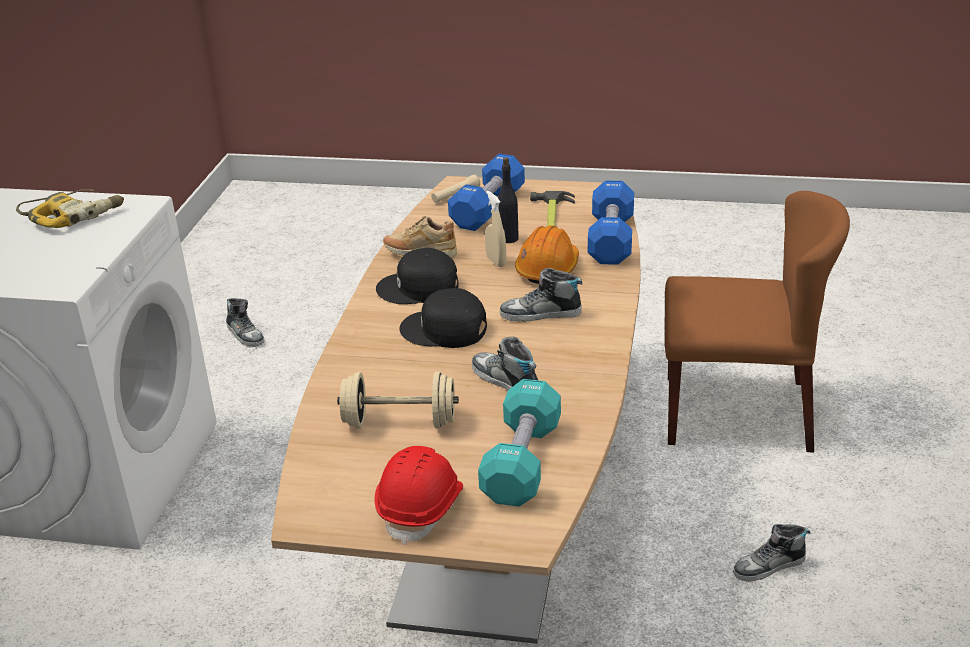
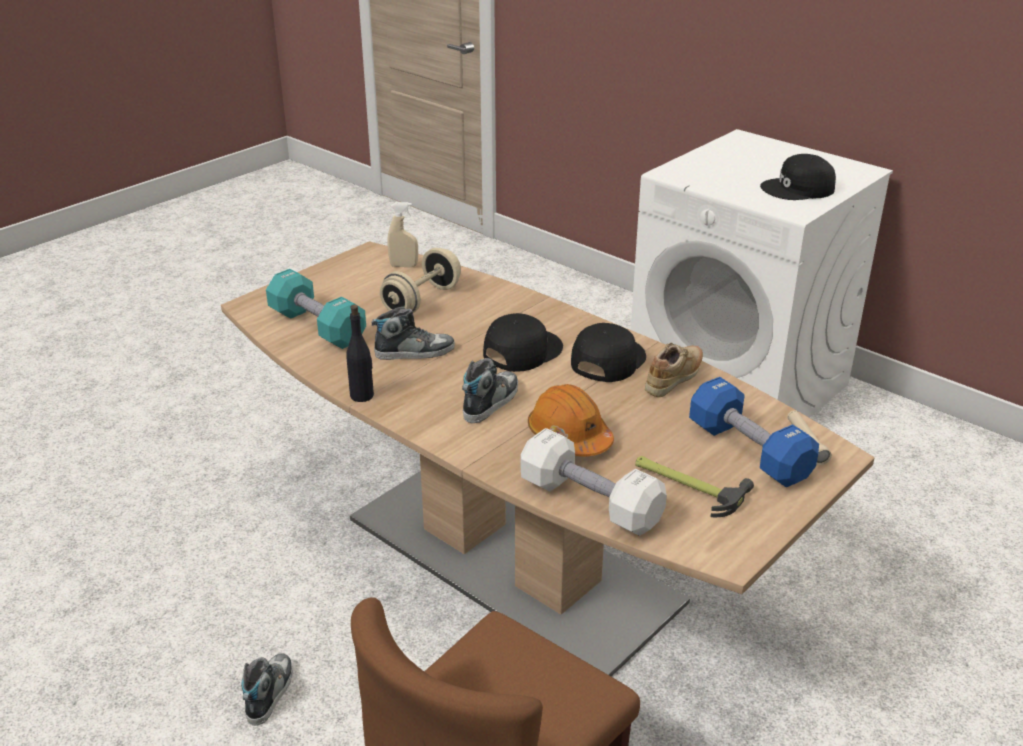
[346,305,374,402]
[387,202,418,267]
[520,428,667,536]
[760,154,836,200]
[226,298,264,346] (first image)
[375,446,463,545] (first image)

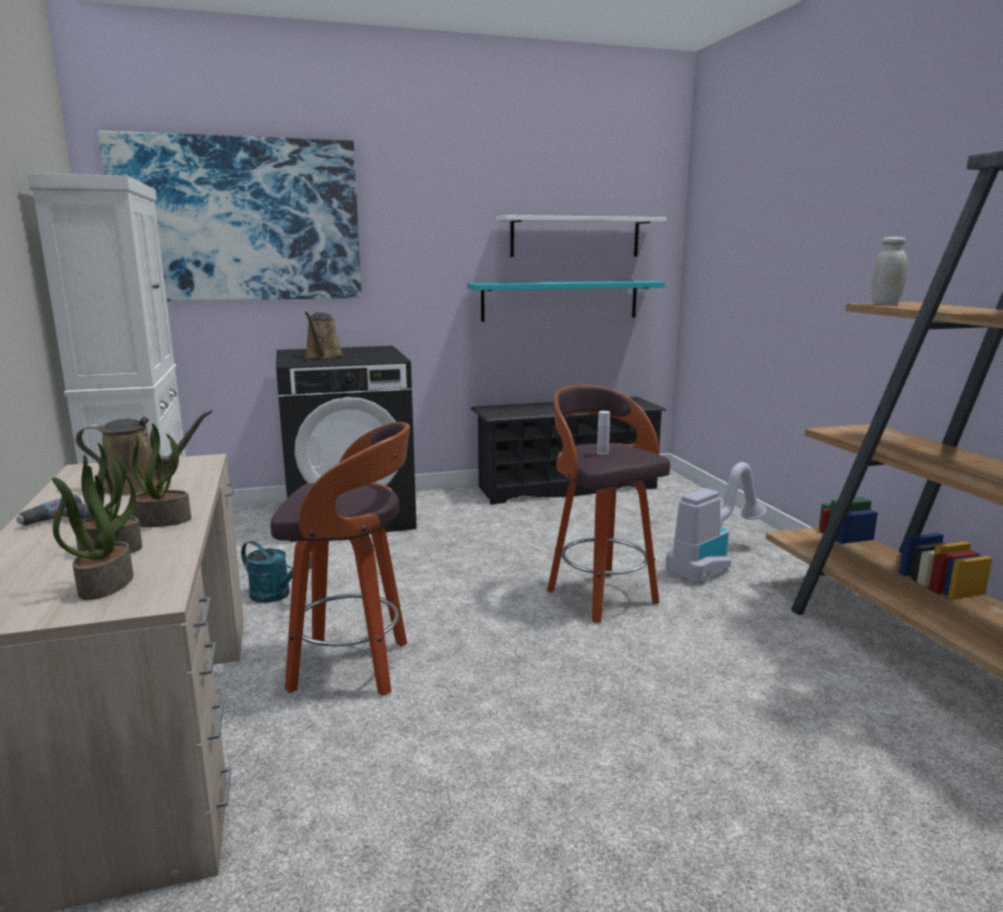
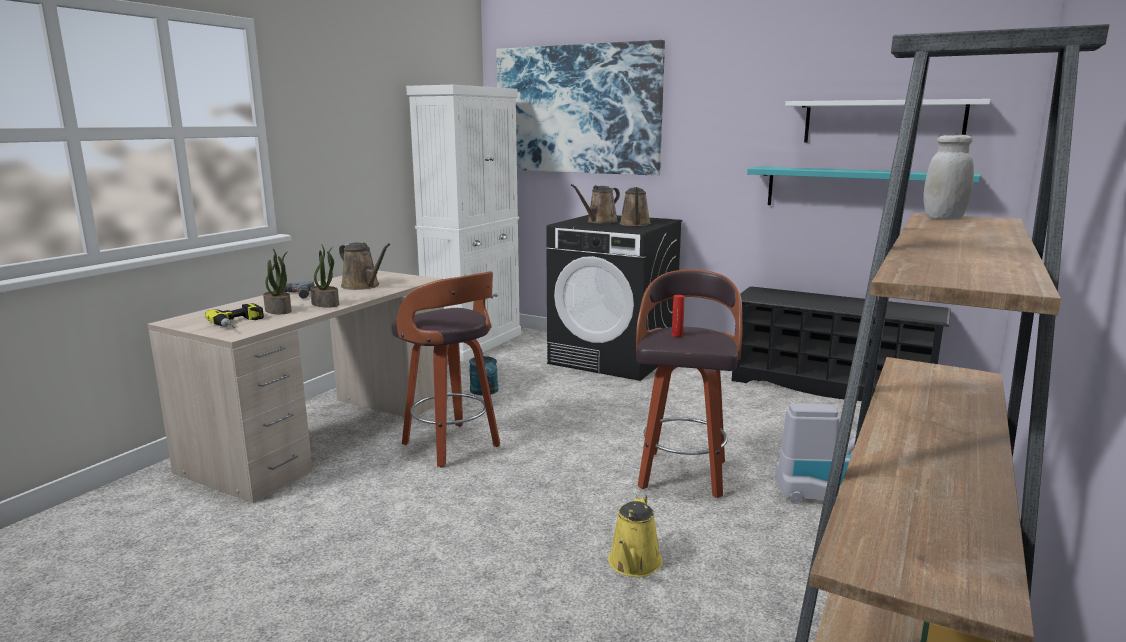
[205,303,264,328]
[608,494,663,577]
[620,187,651,226]
[672,295,684,337]

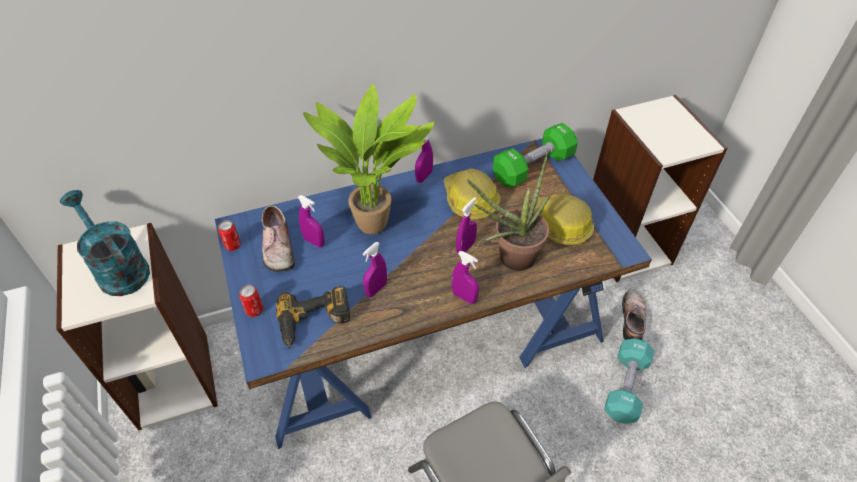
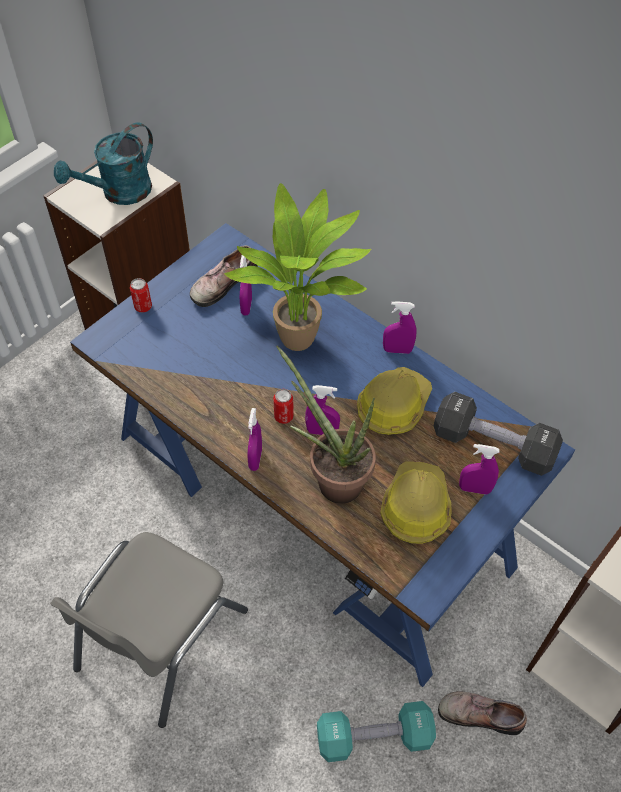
[54,122,153,205]
[273,389,294,424]
[433,392,563,476]
[438,691,527,735]
[459,444,500,495]
[276,286,350,349] (first image)

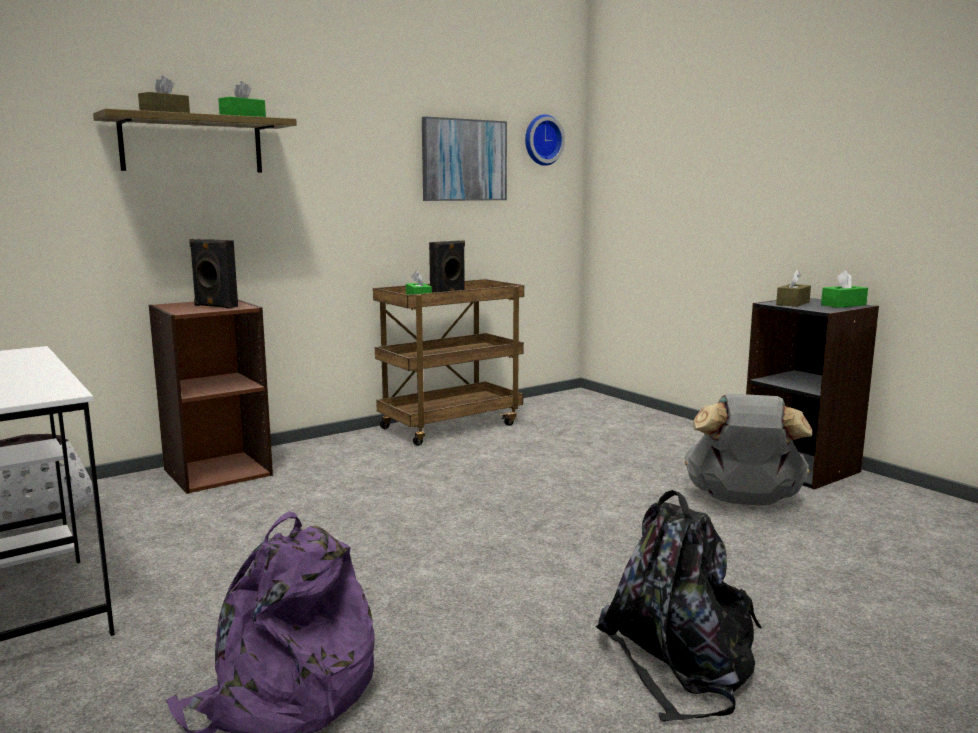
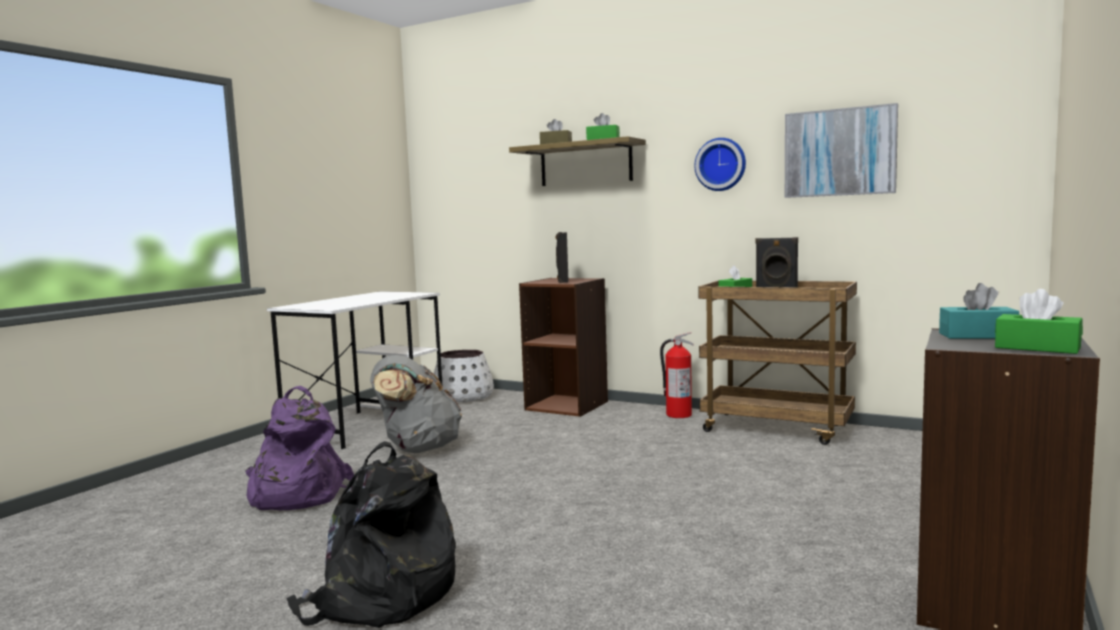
[370,355,462,453]
[660,332,694,418]
[694,138,746,191]
[939,283,1019,339]

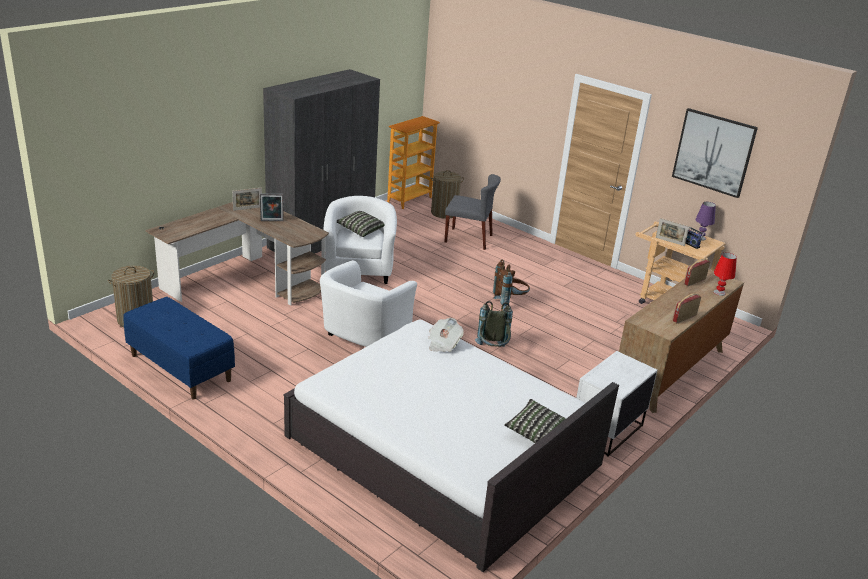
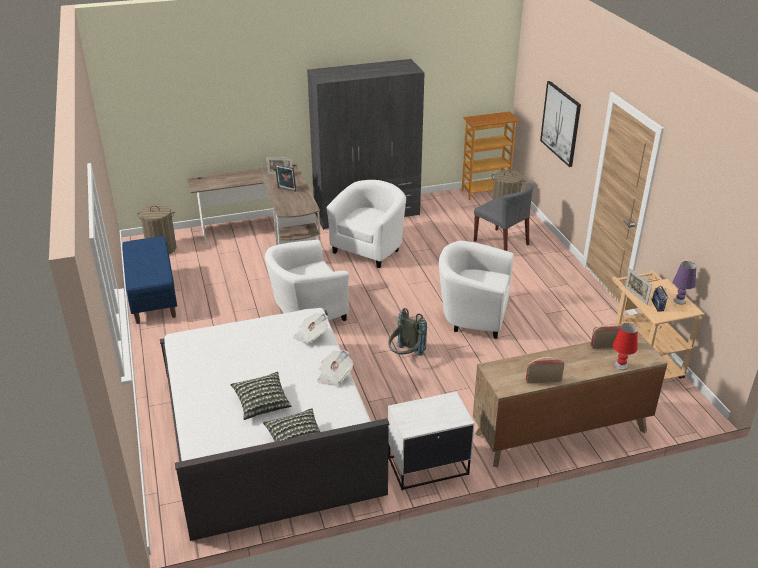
[230,372,292,420]
[317,350,353,386]
[439,241,514,339]
[540,81,581,167]

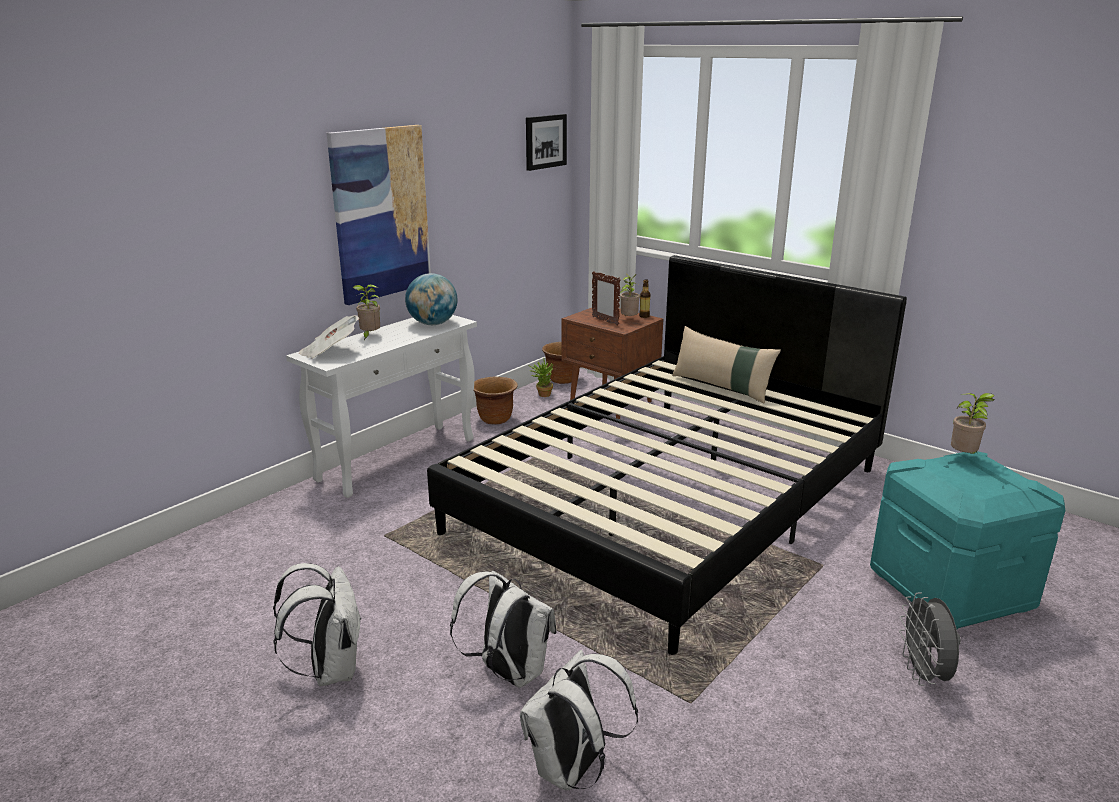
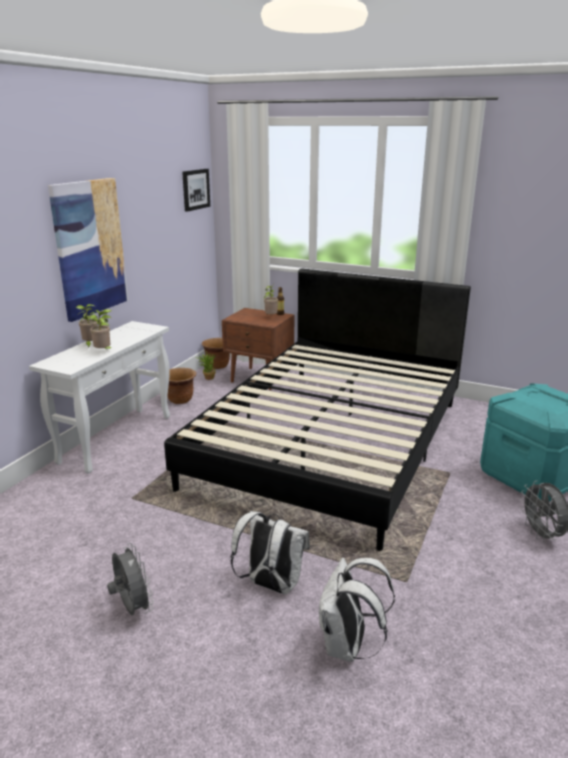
[89,309,114,349]
[107,543,154,615]
[299,315,359,359] (first image)
[405,273,457,325] (first image)
[592,271,621,326] (first image)
[672,326,781,404] (first image)

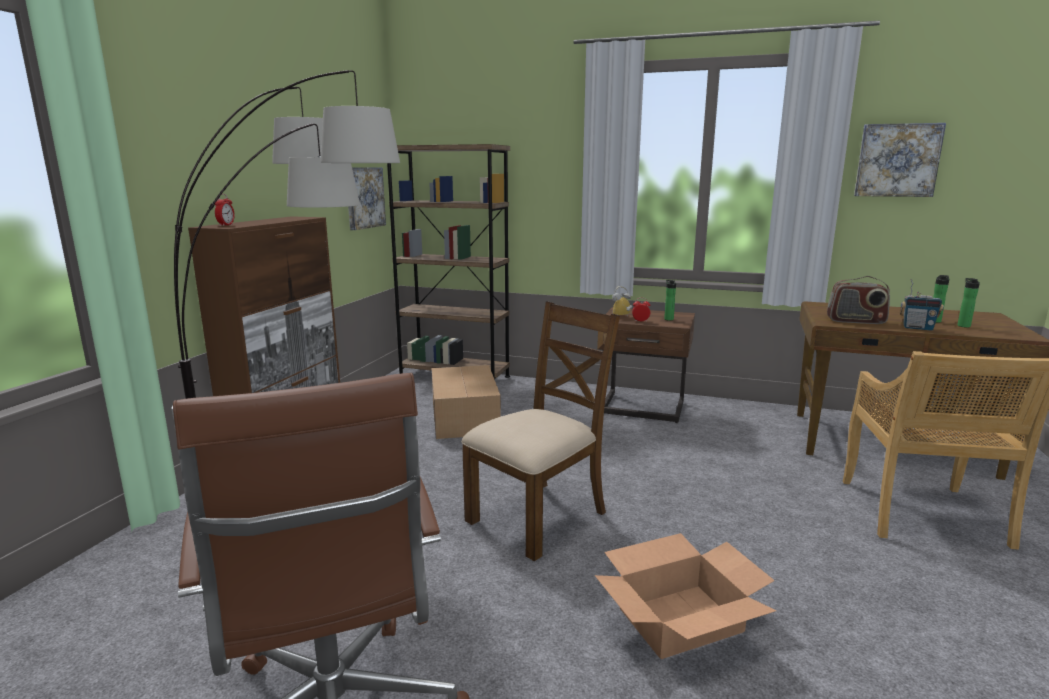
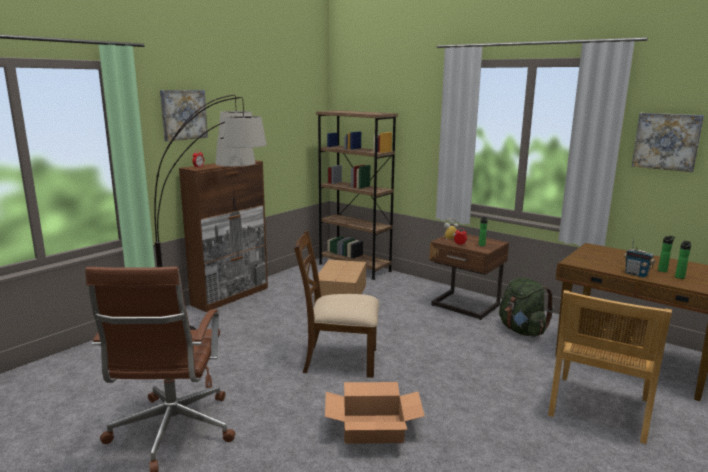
[160,90,208,141]
[294,230,379,378]
[499,277,554,337]
[827,276,890,324] (first image)

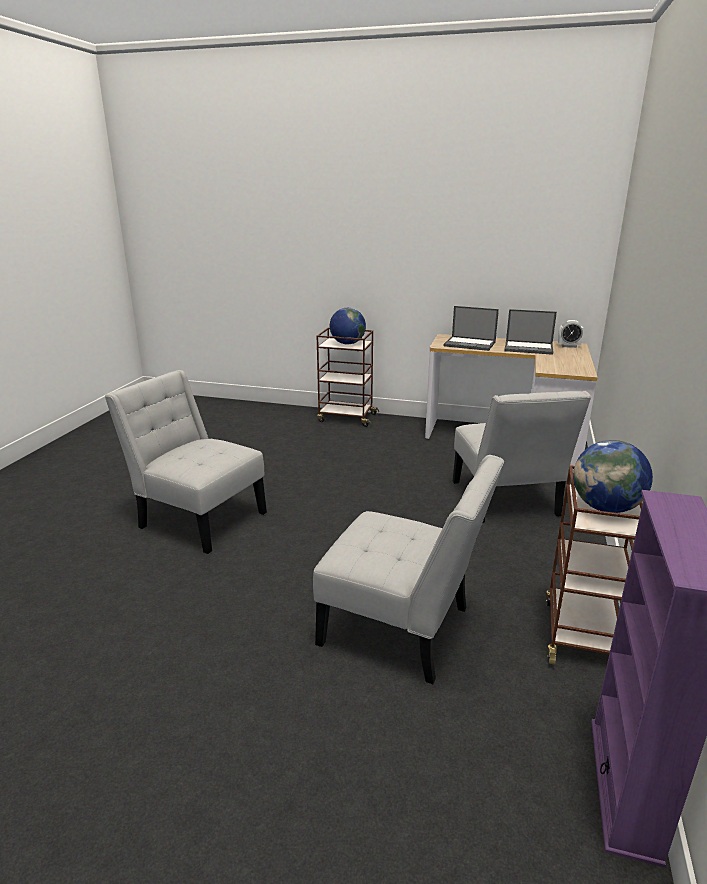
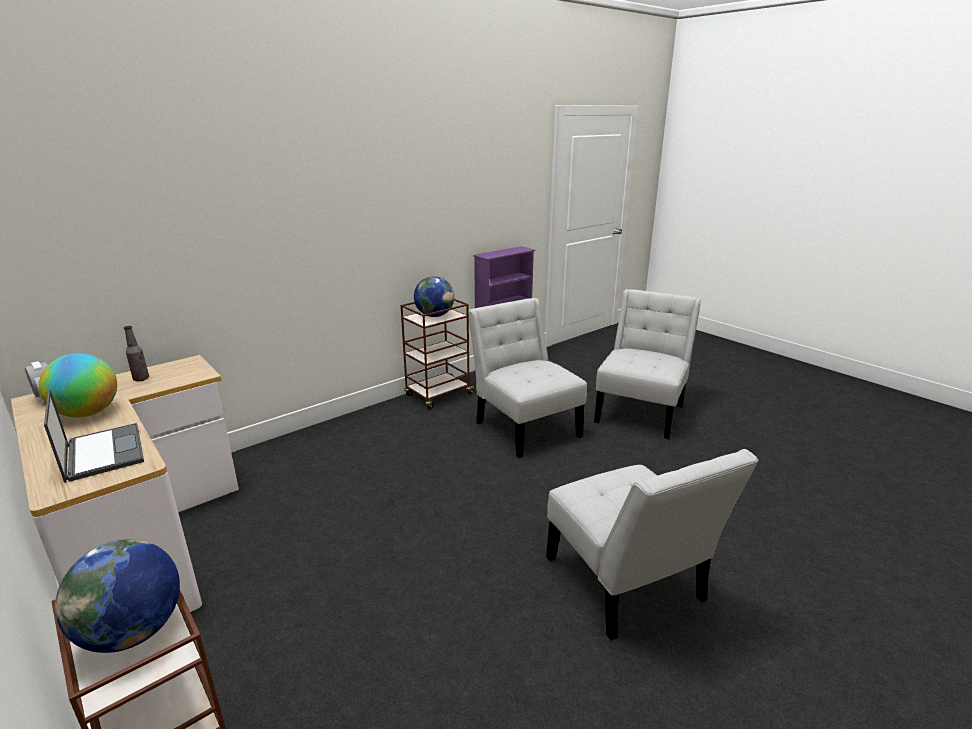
[39,353,117,417]
[124,326,149,381]
[594,289,701,439]

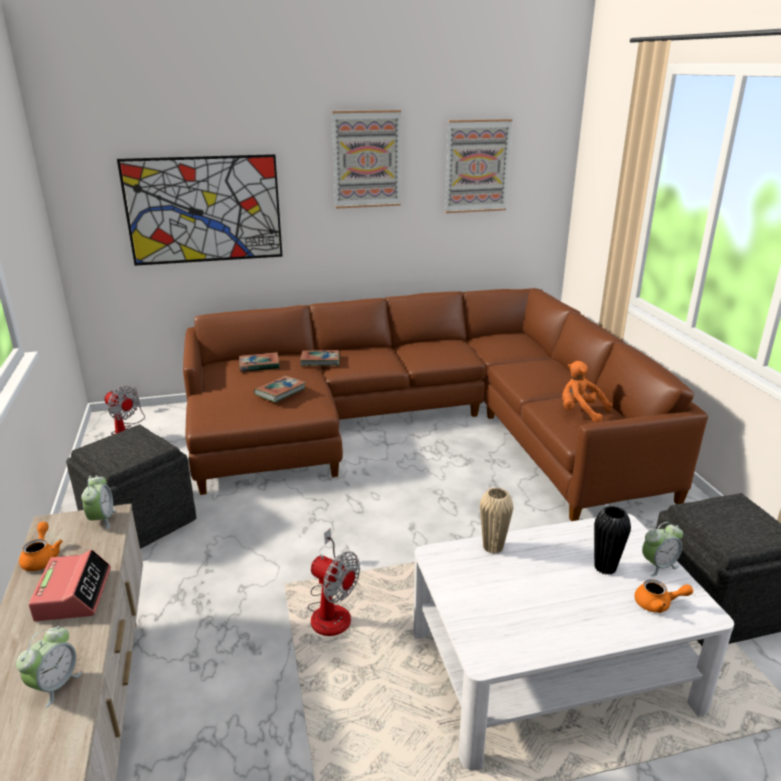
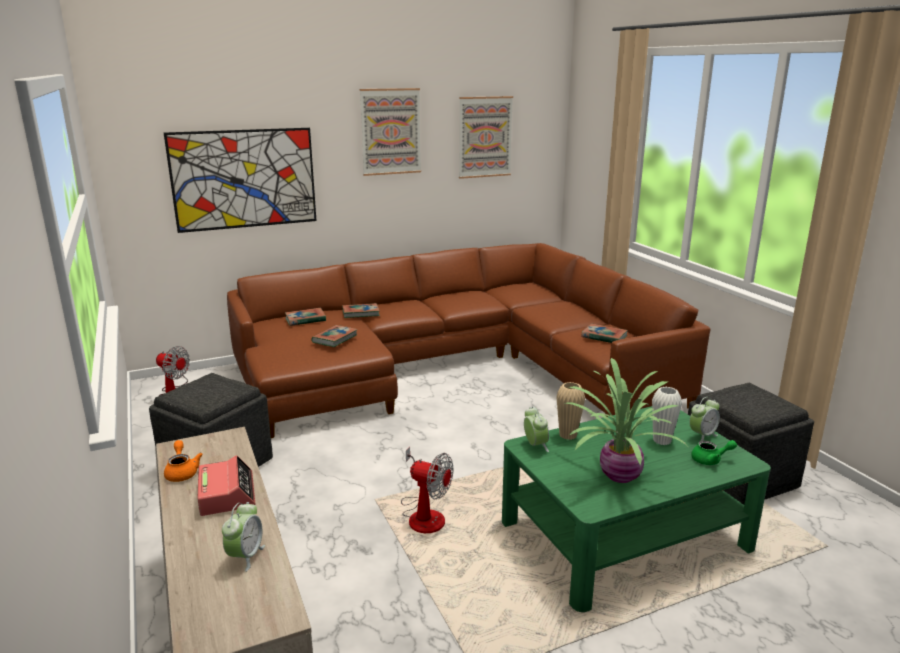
[502,406,771,612]
[524,406,549,452]
[564,358,688,483]
[581,324,628,343]
[652,387,682,445]
[691,440,737,465]

